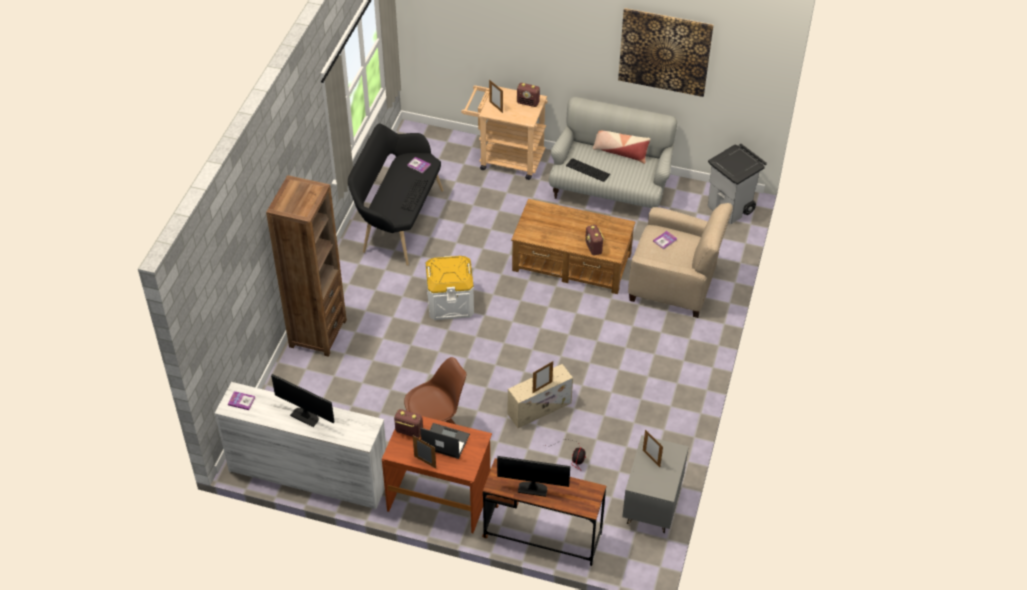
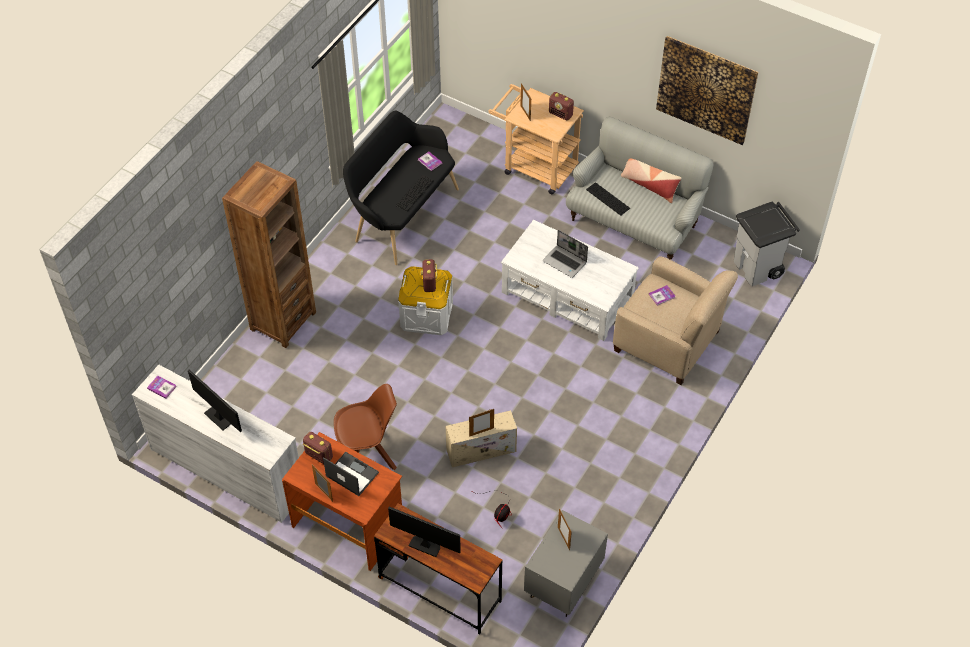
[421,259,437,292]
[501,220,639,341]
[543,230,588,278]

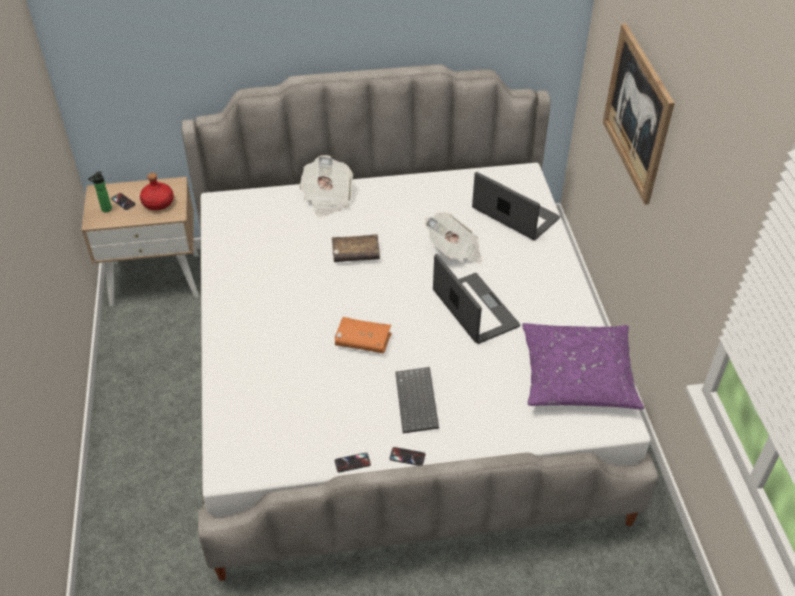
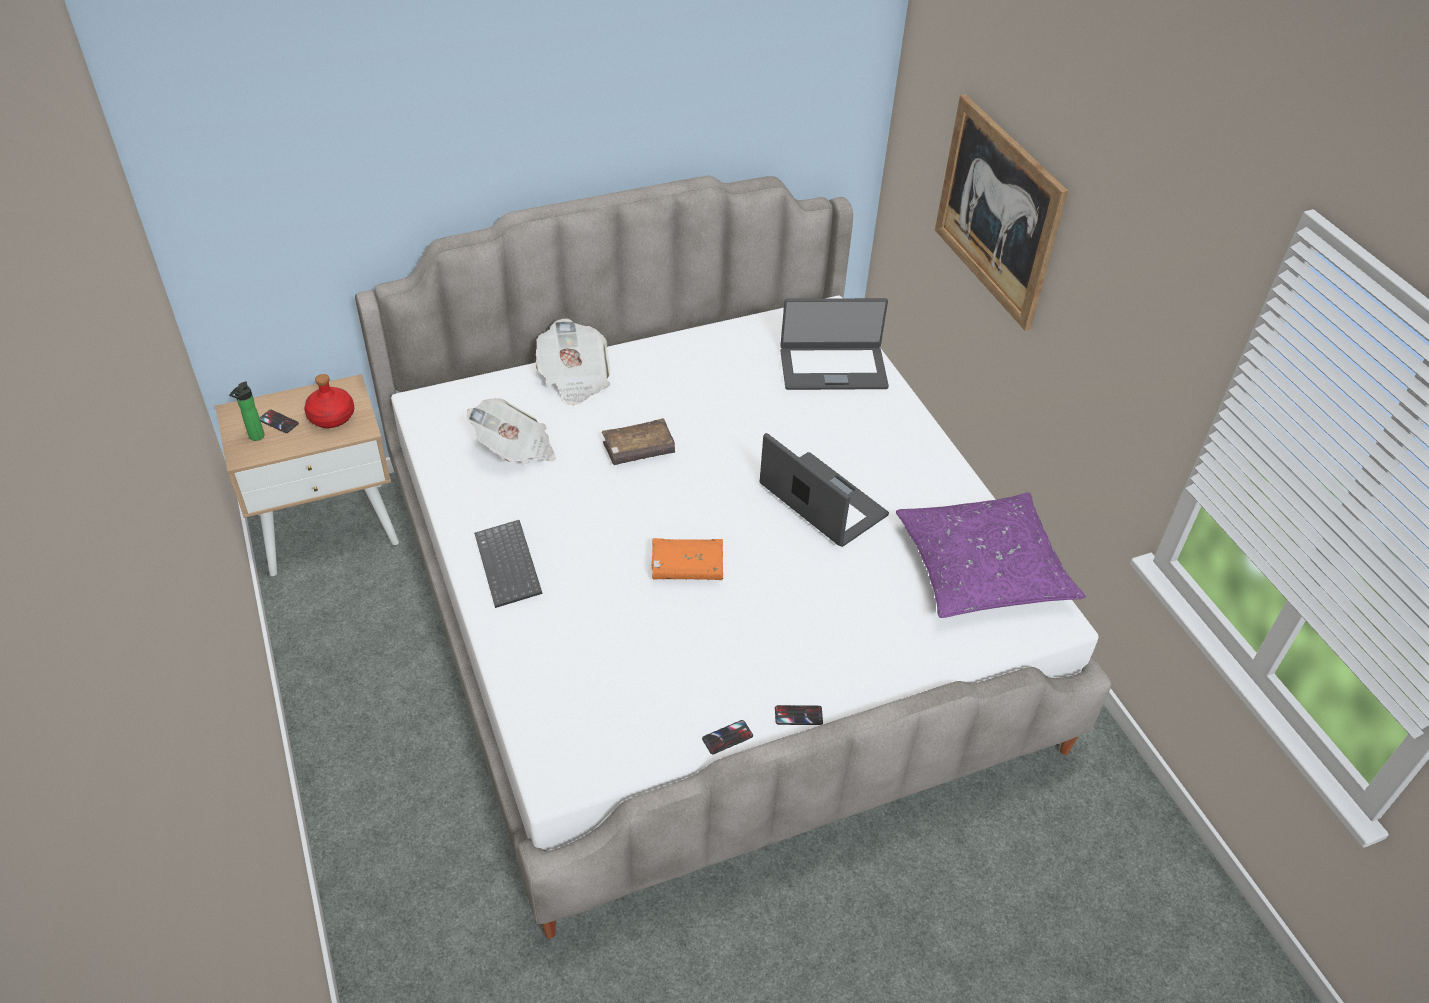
[467,398,556,464]
[474,520,543,608]
[780,298,889,390]

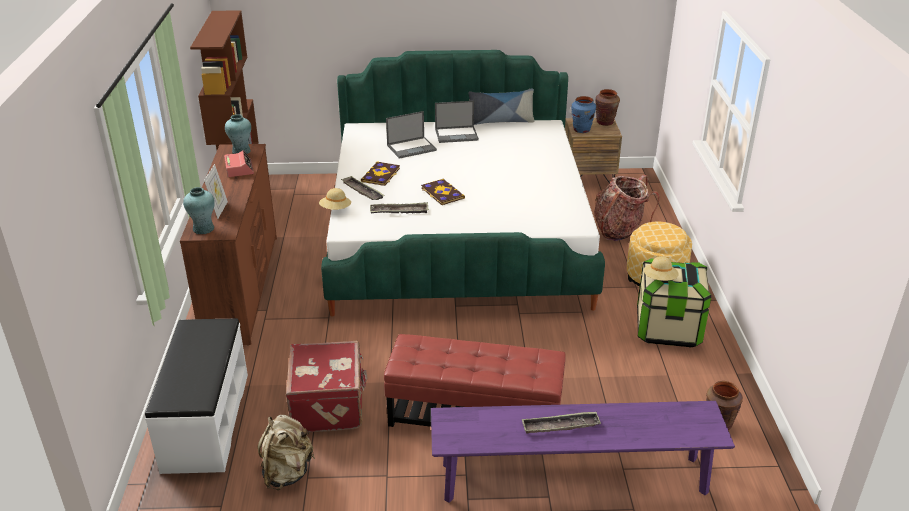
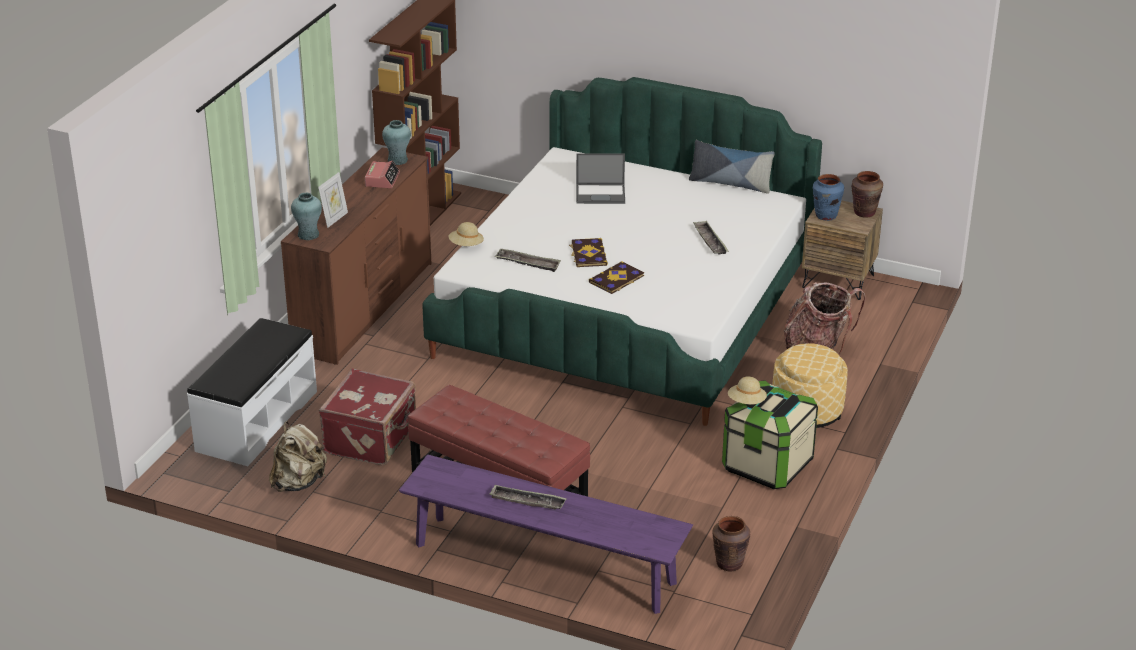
[589,261,644,294]
[693,221,729,254]
[435,101,479,143] (first image)

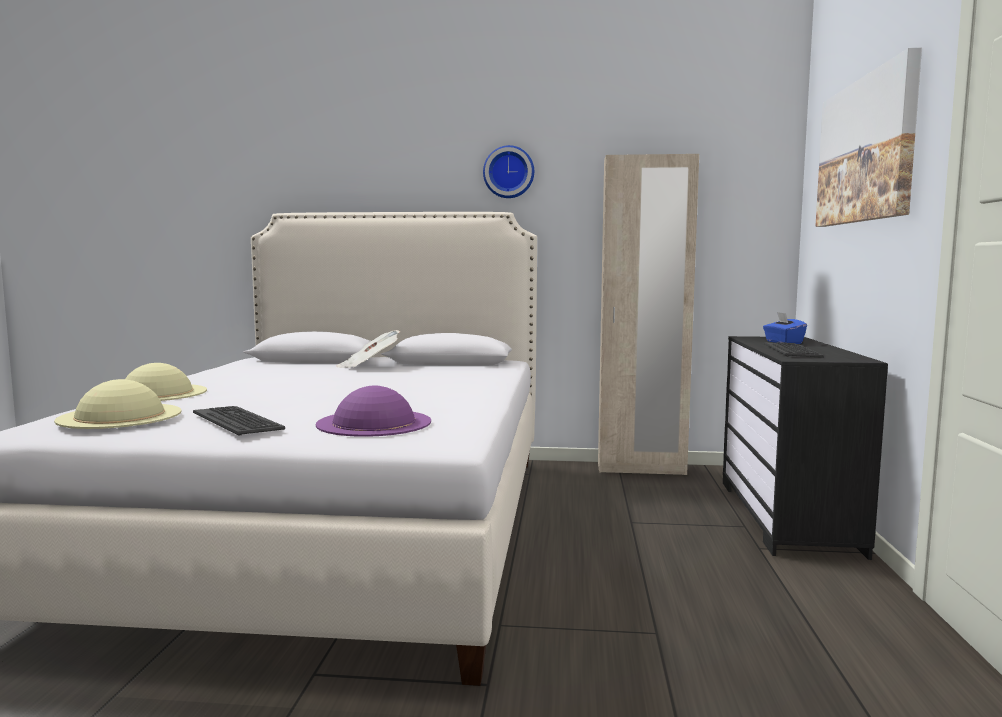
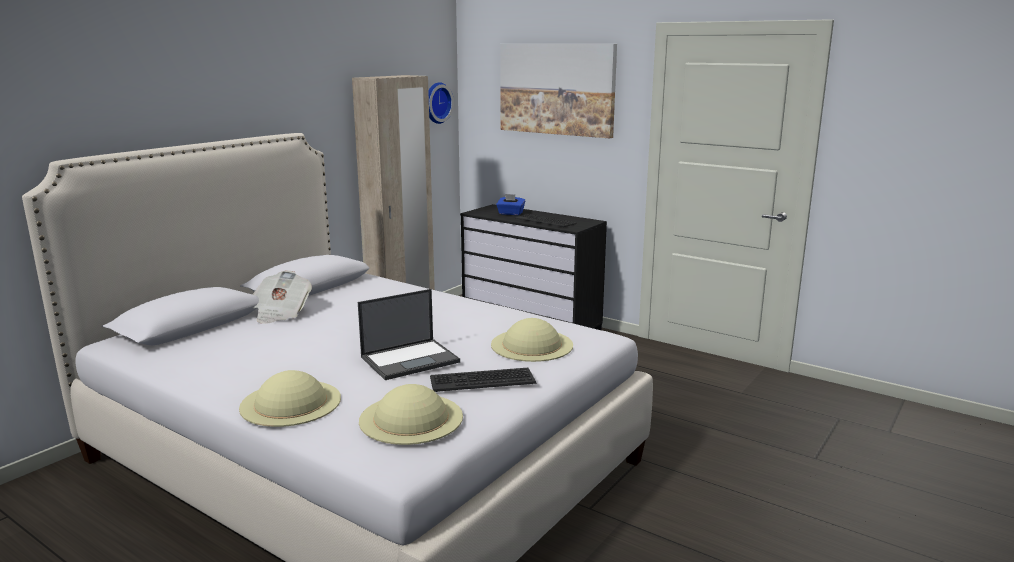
[358,289,460,380]
[428,82,454,124]
[491,318,573,362]

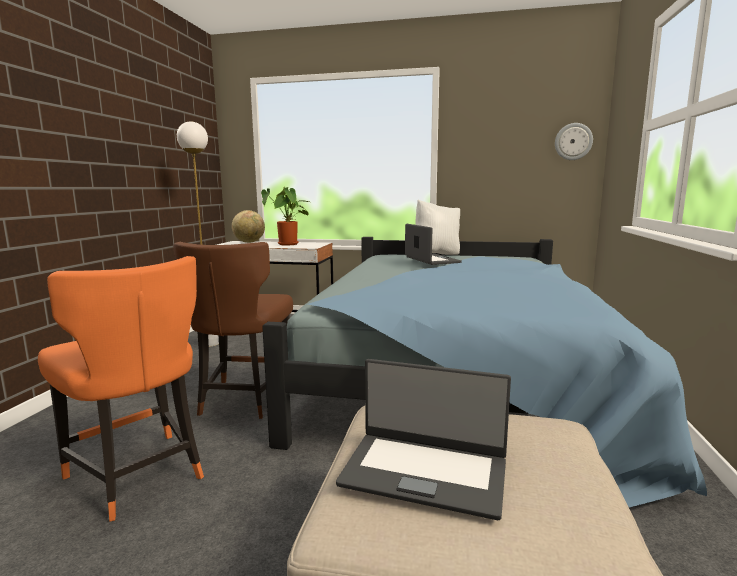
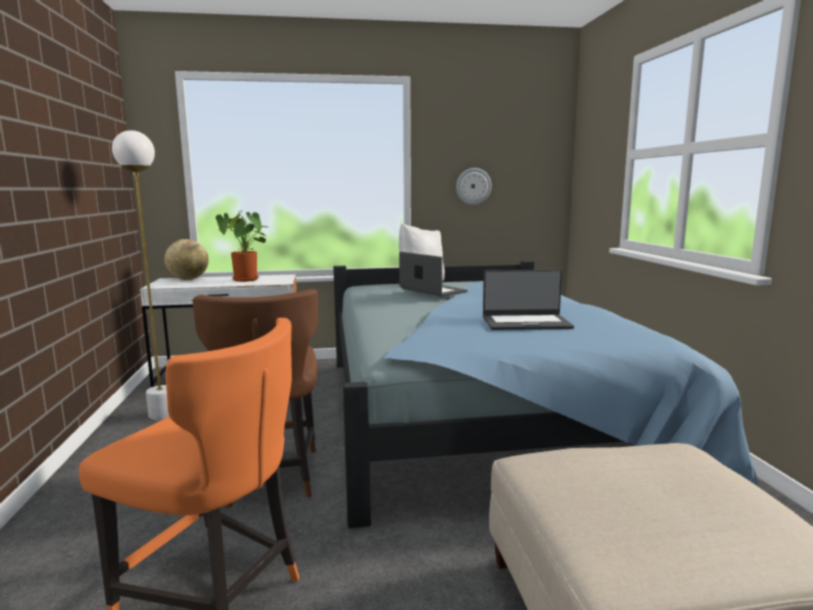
[456,168,492,205]
[483,270,574,330]

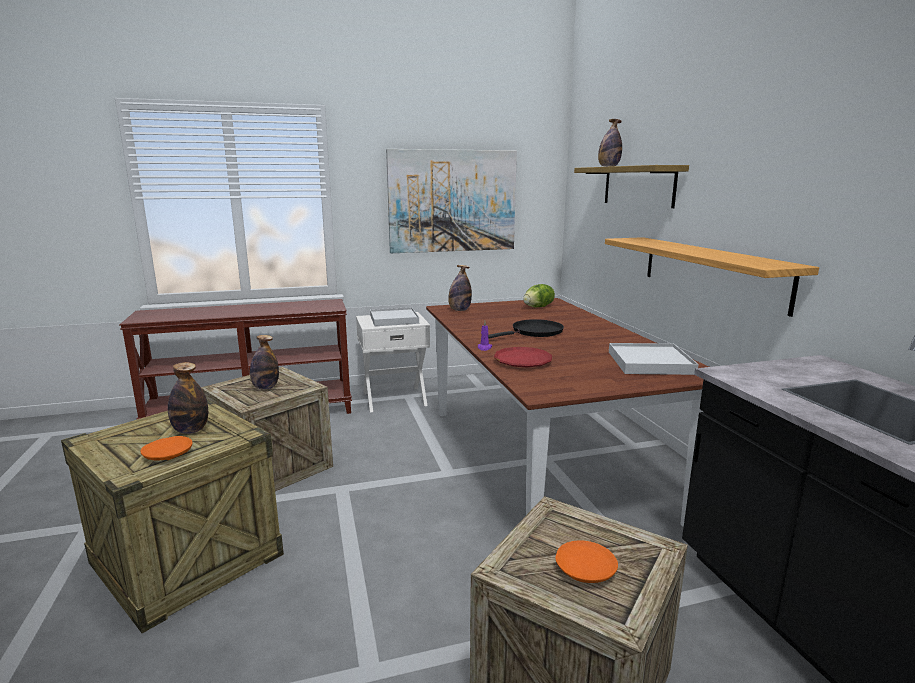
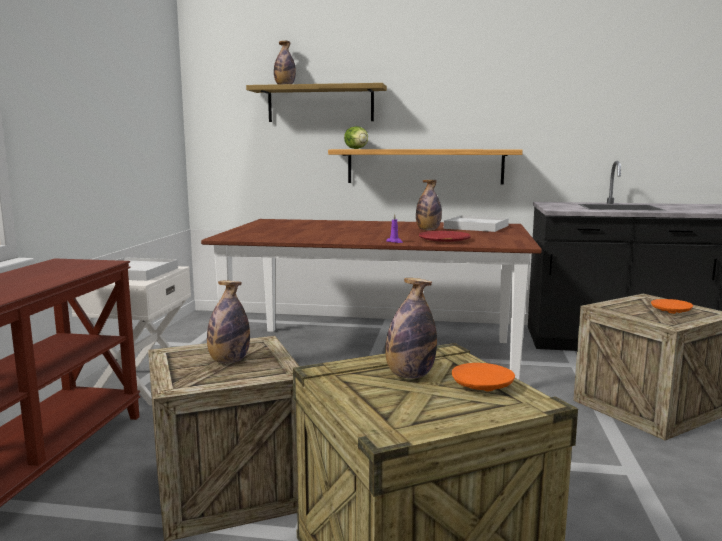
[344,126,368,149]
[416,180,442,230]
[386,149,517,253] (first image)
[488,319,564,339] (first image)

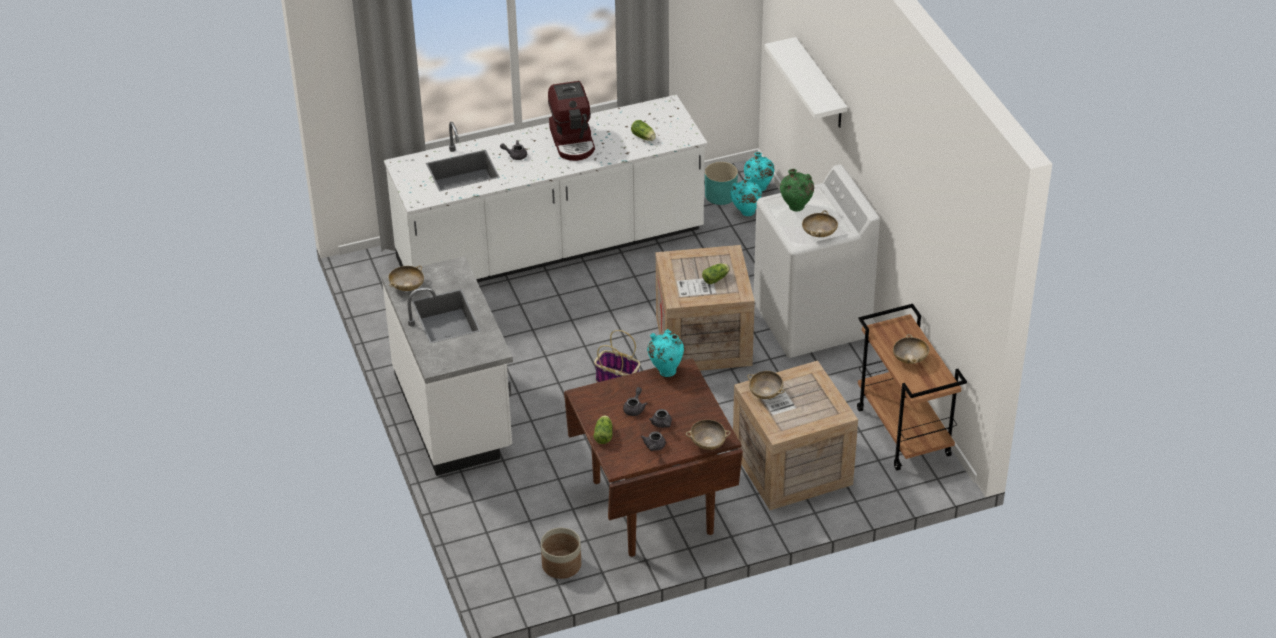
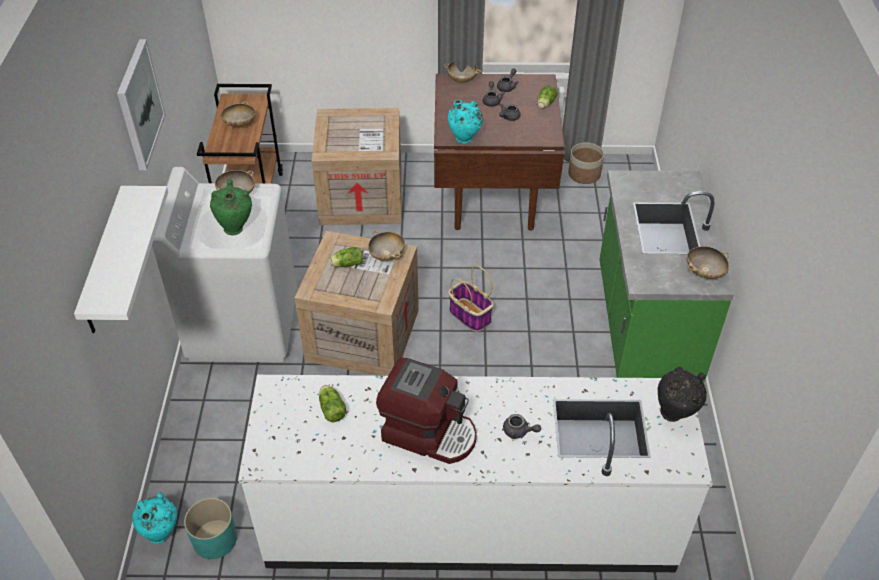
[117,39,166,170]
[368,231,405,261]
[376,358,476,464]
[600,170,734,382]
[658,366,707,422]
[730,176,762,216] (first image)

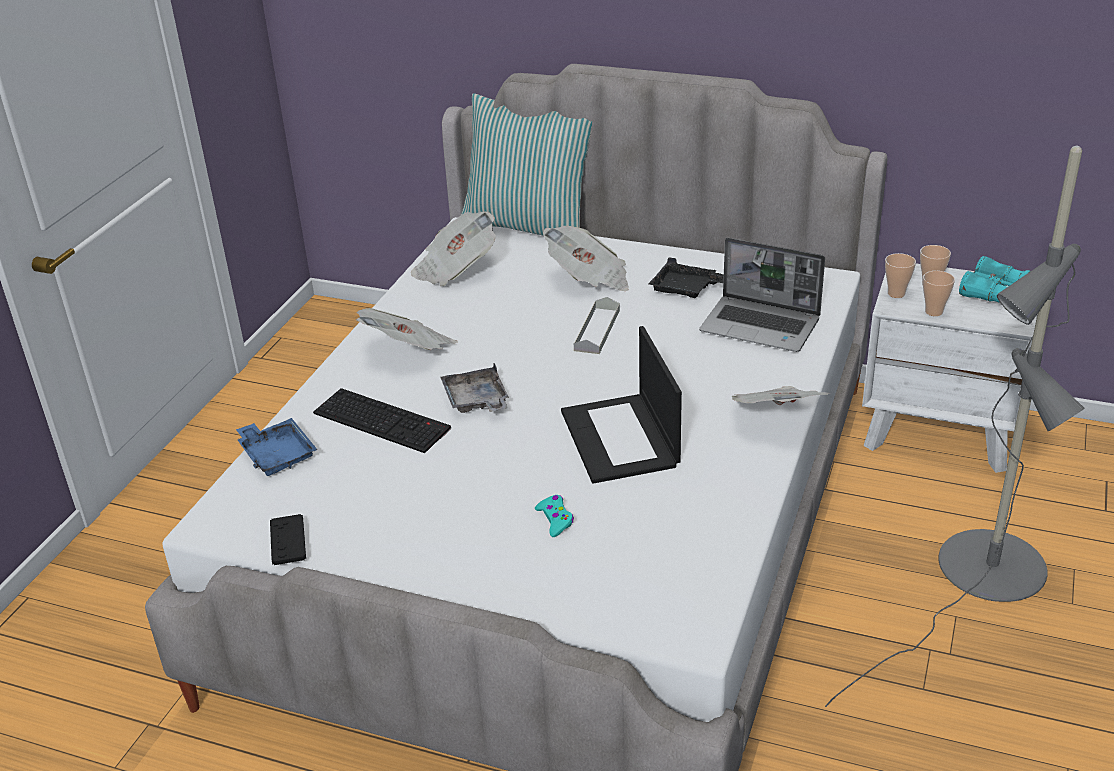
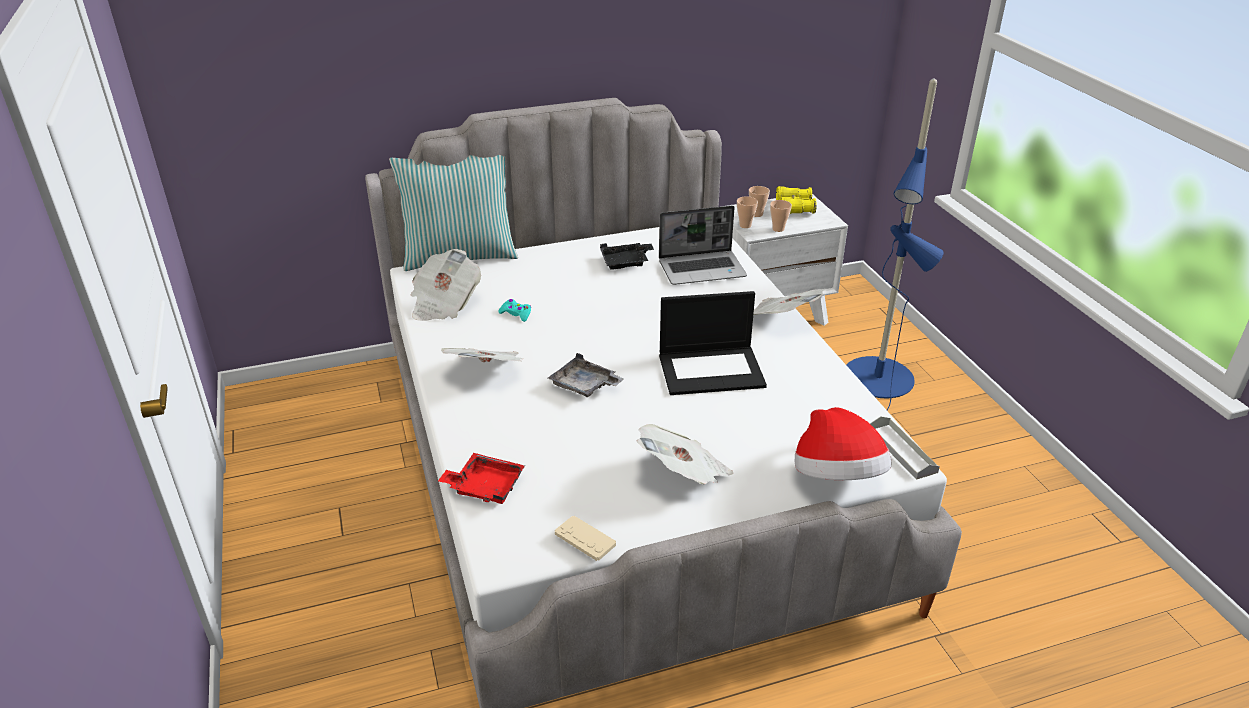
[438,453,525,504]
[498,299,532,322]
[555,516,616,561]
[636,424,733,485]
[659,291,767,395]
[776,186,817,214]
[795,407,891,480]
[846,78,943,411]
[870,416,940,480]
[313,388,451,453] (first image)

